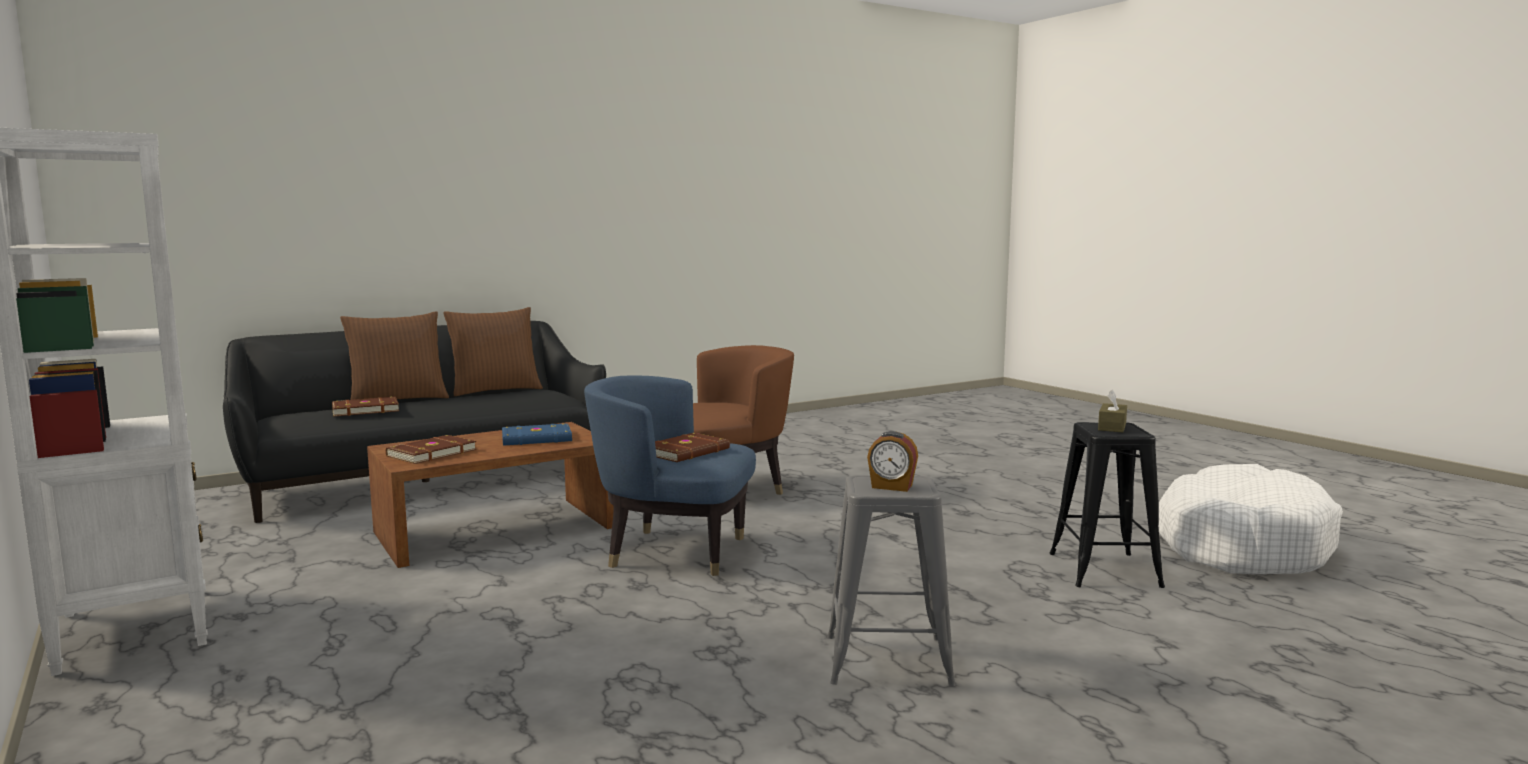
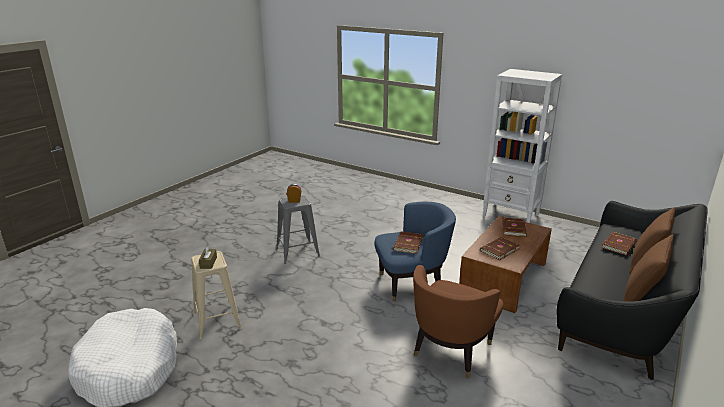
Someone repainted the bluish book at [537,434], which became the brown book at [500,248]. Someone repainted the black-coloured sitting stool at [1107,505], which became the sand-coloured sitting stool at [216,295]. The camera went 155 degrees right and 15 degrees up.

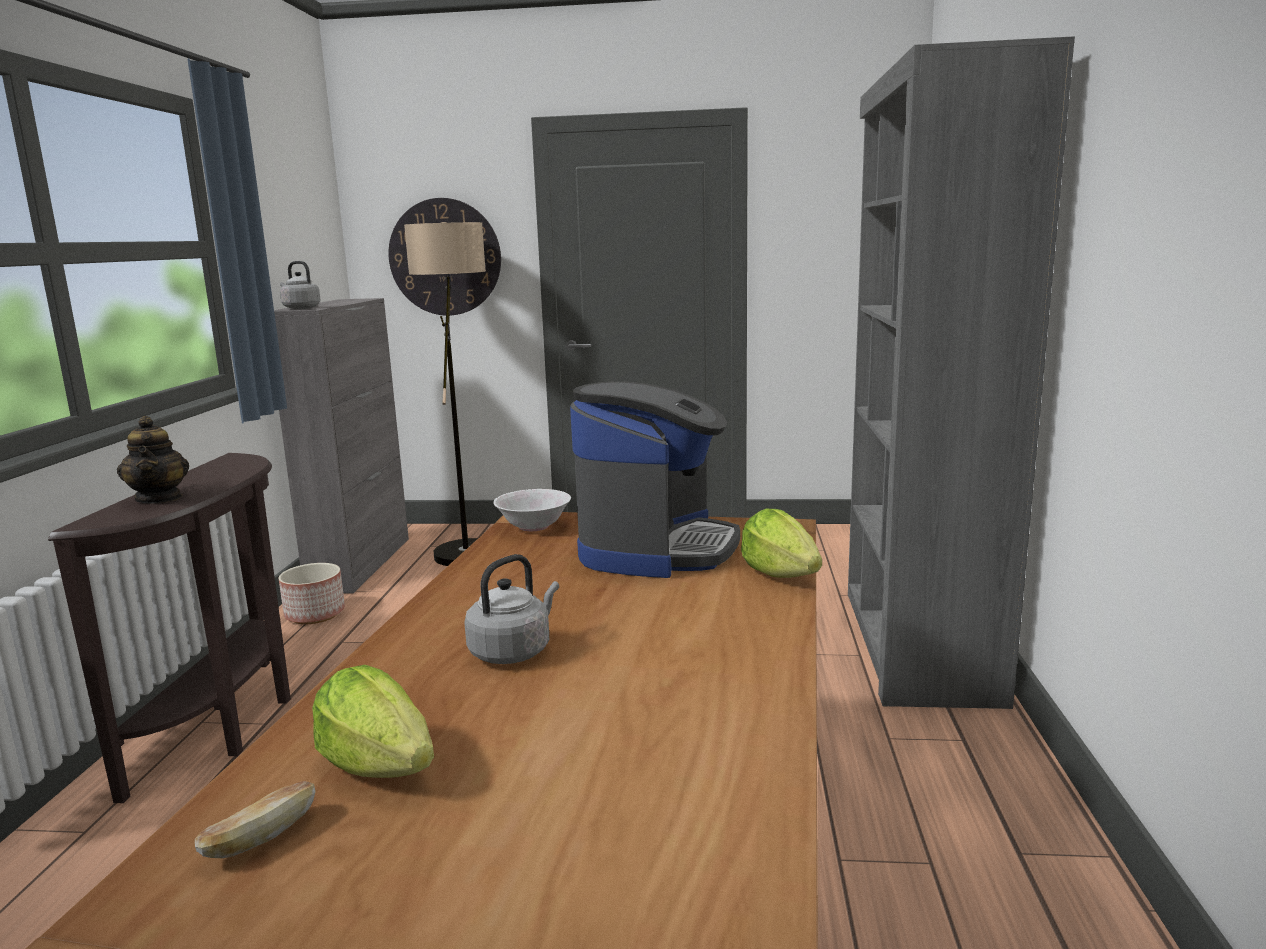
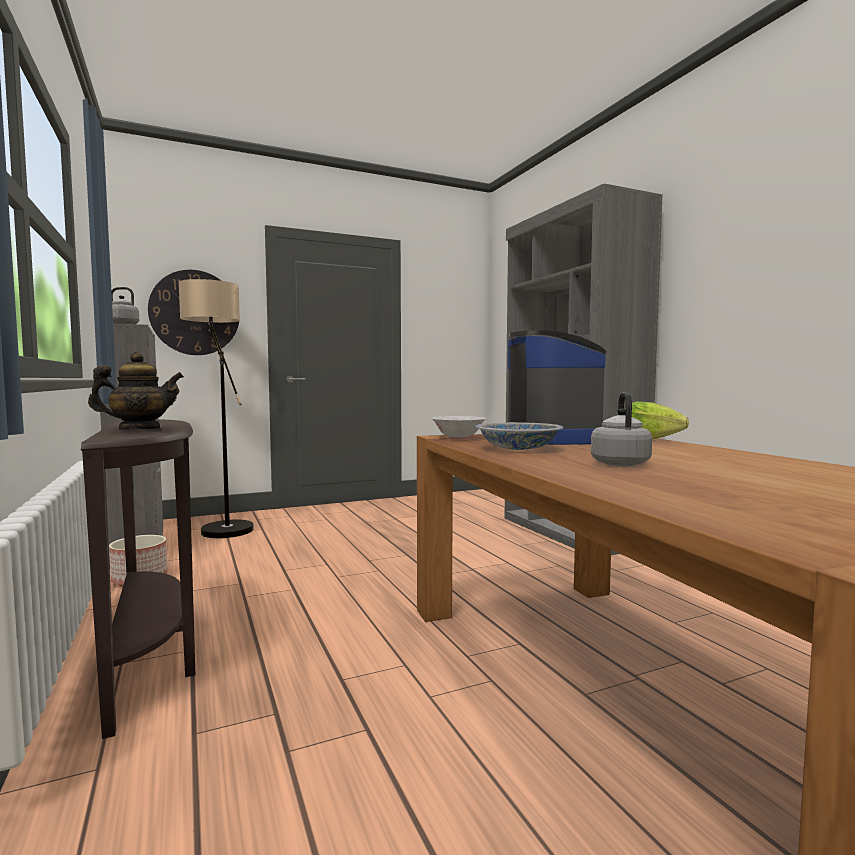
Someone took away the baked bread at [255,819]. Someone took away the lettuce head at [373,721]. Someone put down the bowl at [519,436]. Someone rotated the teapot at [153,460] by 60 degrees counterclockwise. The camera went 30 degrees left and 10 degrees down.

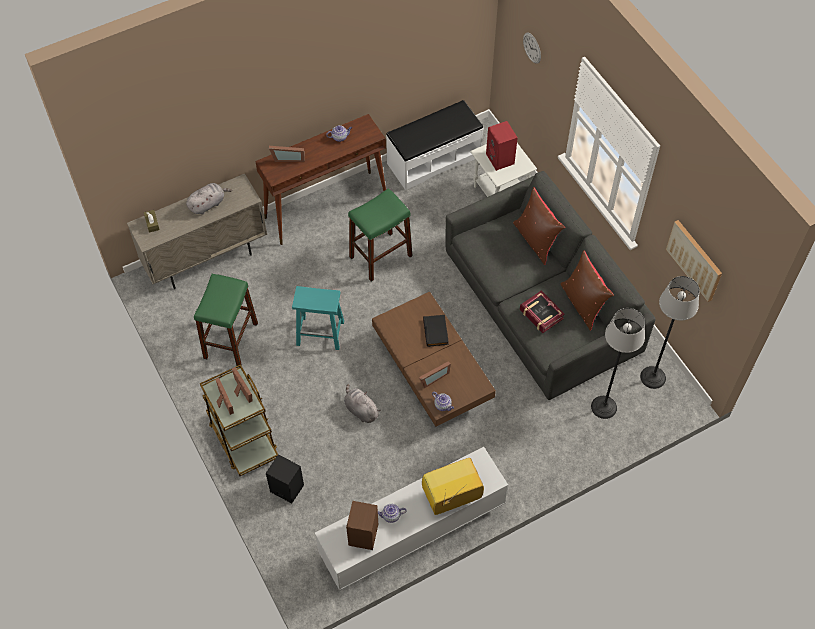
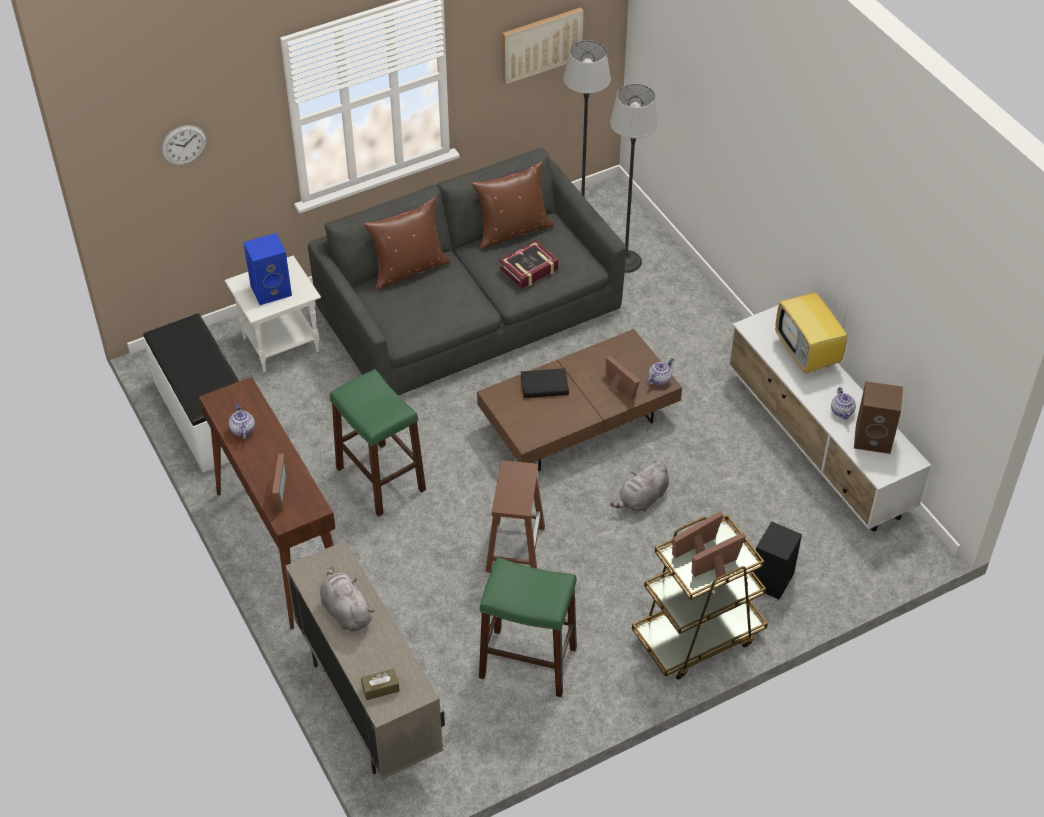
Someone repainted the turquoise-coloured sitting stool at [318,318], which became the brown sitting stool at [515,516]. Someone repainted the red loudspeaker at [502,146], which became the bluish loudspeaker at [267,269]. The camera went 90 degrees left and 10 degrees down.

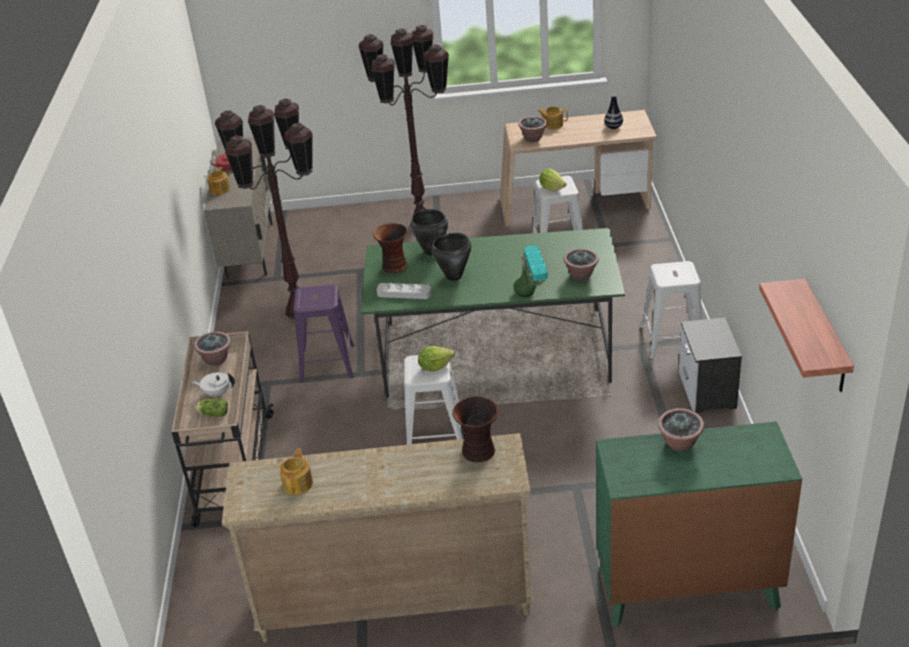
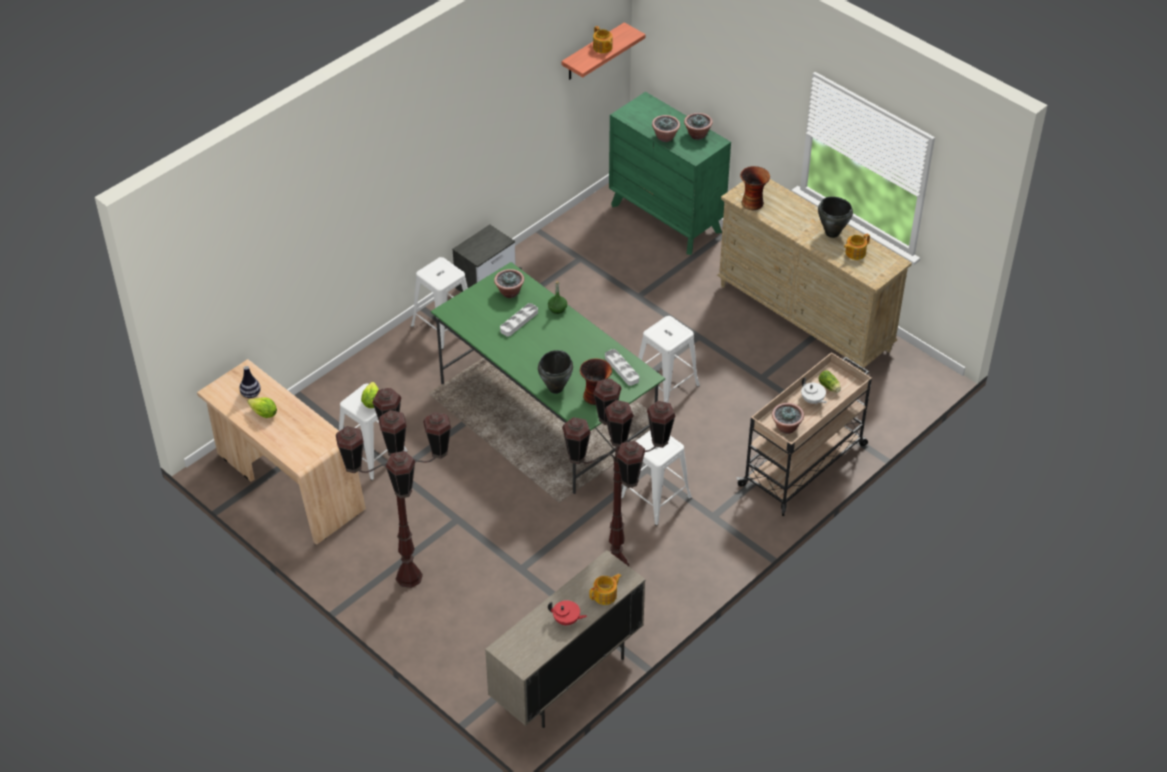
Someone carried the lettuce head from [436,358] to [262,407]. Someone carried the black-coloured saucepot from [451,257] to [835,217]. Someone carried the plant in a pot from [532,129] to [698,126]. Someone carried the teapot from [552,117] to [603,39]. Someone repainted the purple-coloured sitting stool at [324,333], which became the white-coloured sitting stool at [656,478]. Someone repainted the turquoise-coloured carrying tray at [536,263], which became the greyish carrying tray at [519,320]. The camera went 135 degrees left and 10 degrees up.

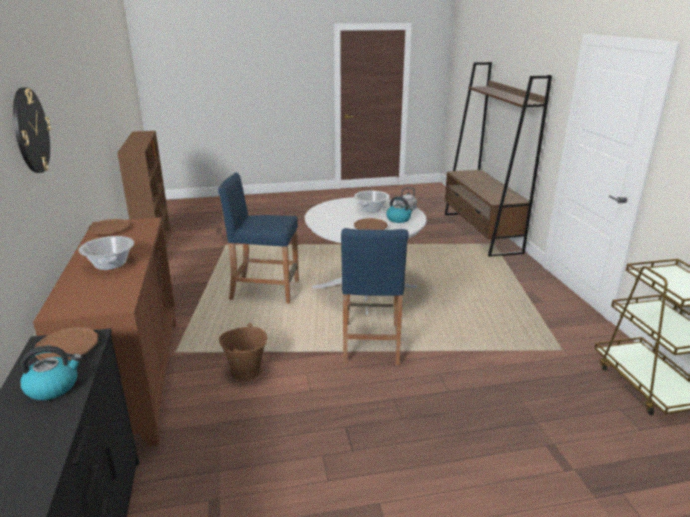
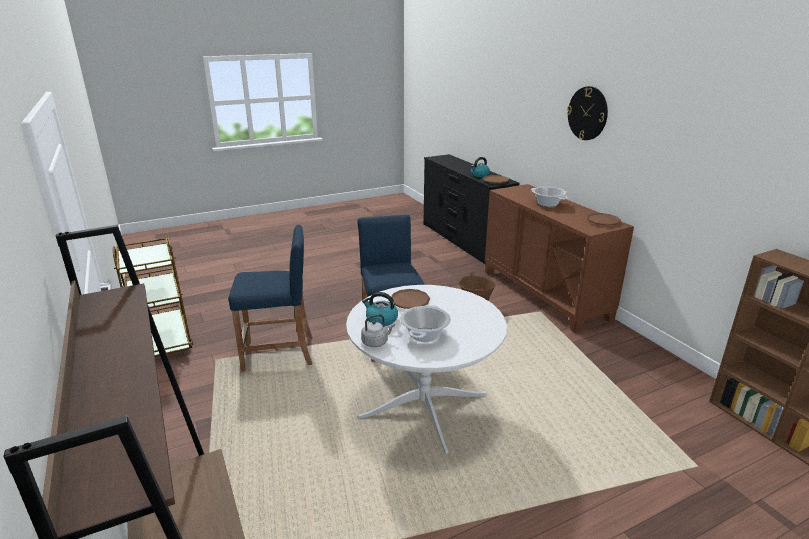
Someone carried the bluish sitting stool from [258,238] to [270,298]. The camera went 165 degrees right and 0 degrees up.

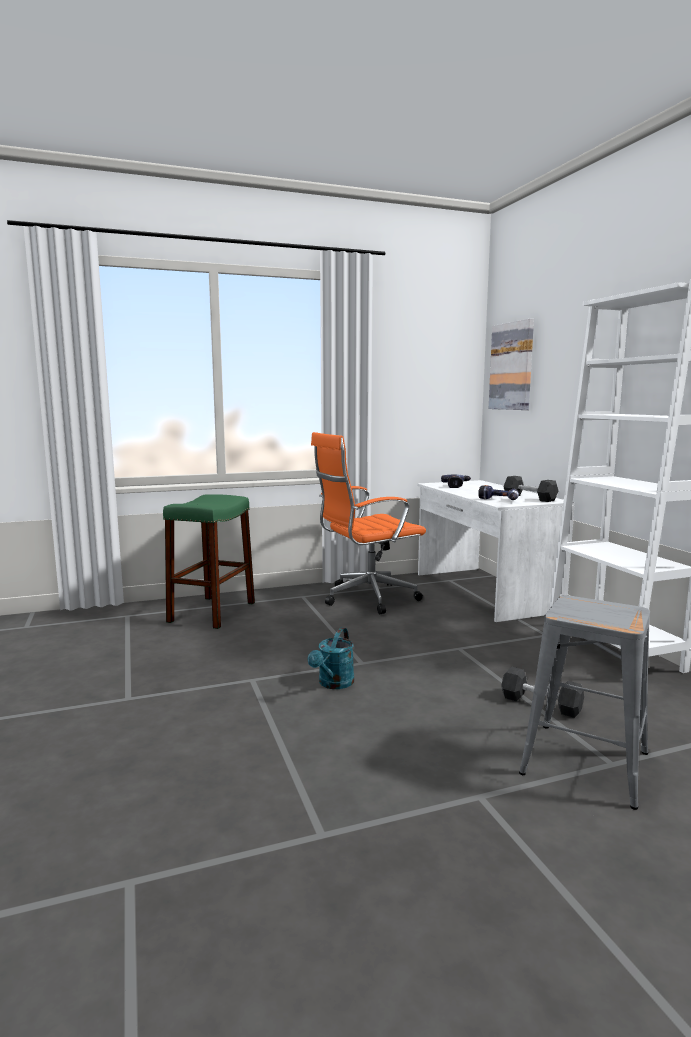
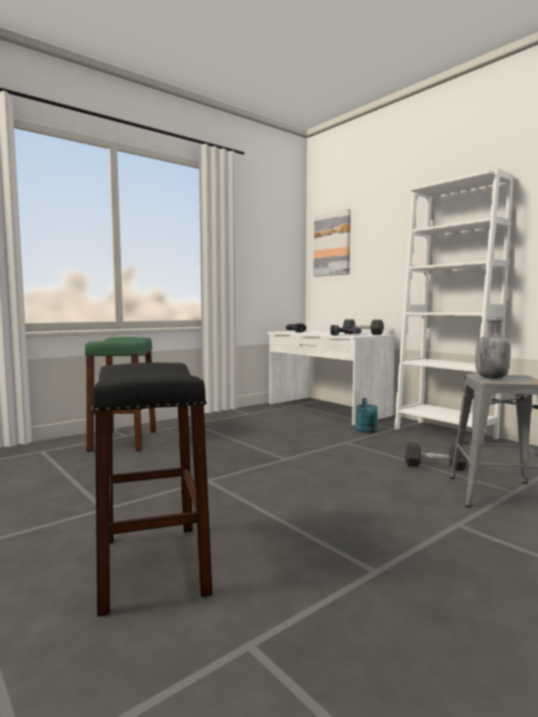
Someone took away the orangey desk chair at [368,523]. Someone put down the black-coloured sitting stool at [151,489]. Someone put down the greyish beverage bottle at [493,349]. Someone carried the turquoise-coloured watering can from [331,658] to [366,415]. The camera went 20 degrees left and 5 degrees down.

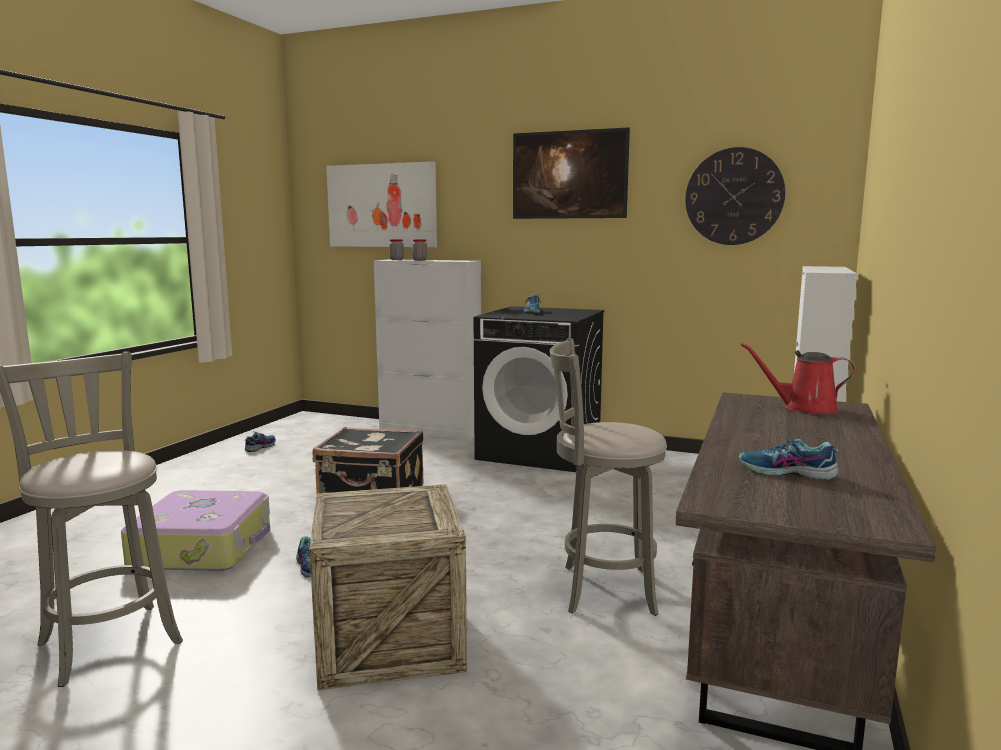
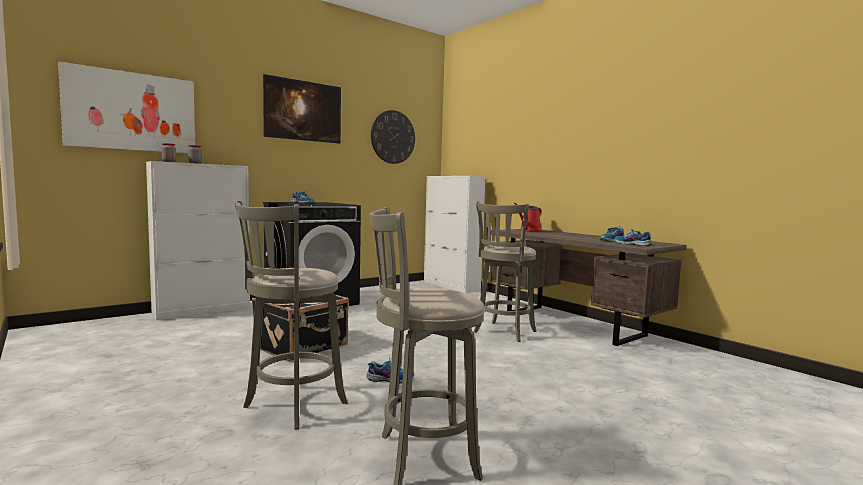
Someone took away the shipping crate at [388,587]. Someone carried the low shoe from [260,441] to [633,237]. Someone swapped the travel case at [195,530] for the greyish sitting stool at [291,315]. The camera went 60 degrees left and 5 degrees down.

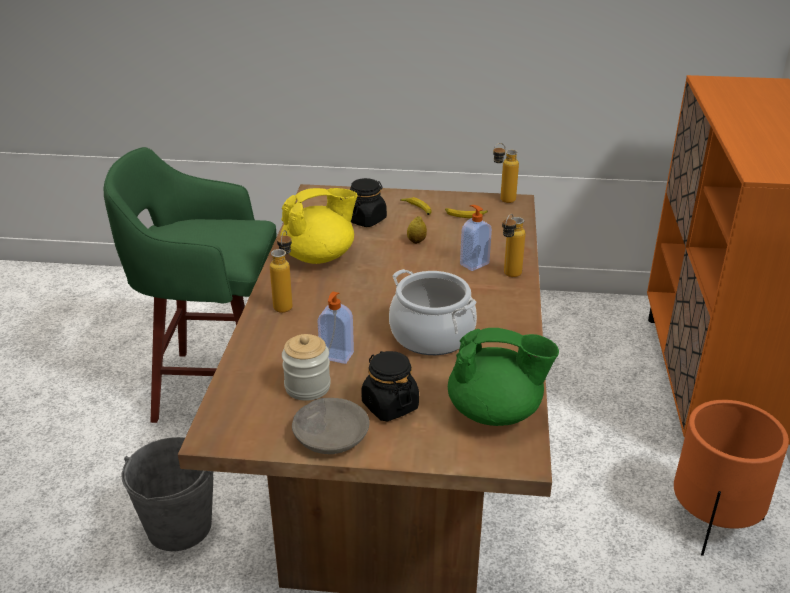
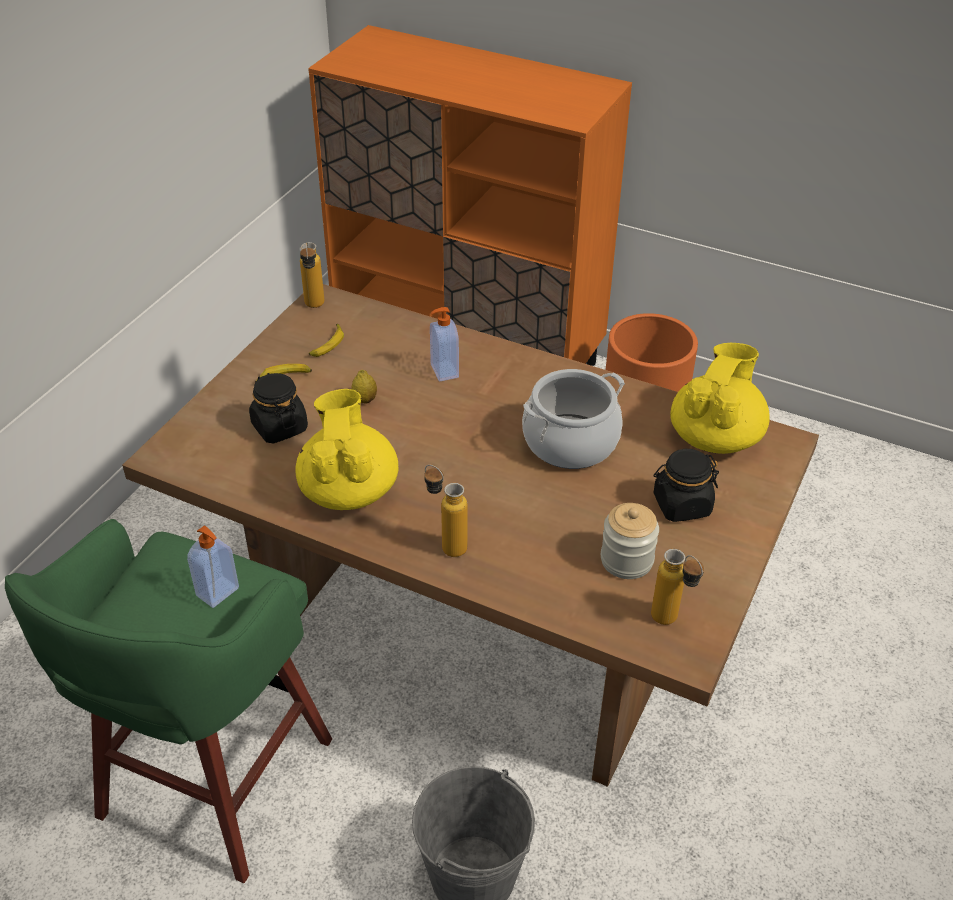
Someone took away the greyish bowl at [330,426]. Someone carried the soap dispenser from [335,327] to [213,567]. Someone carried the beverage bottle from [513,245] to [677,587]. Someone repainted the green teapot at [503,377], which became the yellow-coloured teapot at [720,398]. The camera went 70 degrees left and 10 degrees up.

